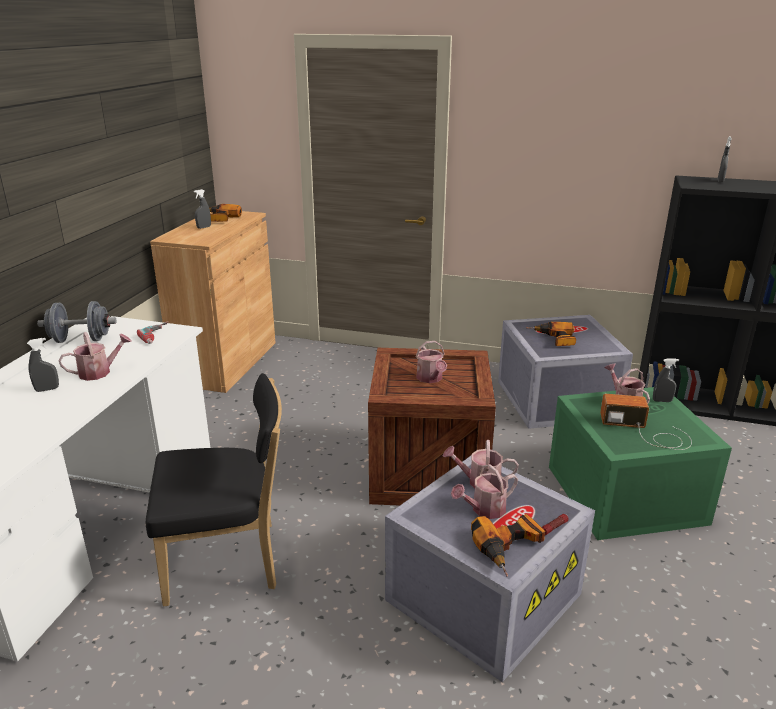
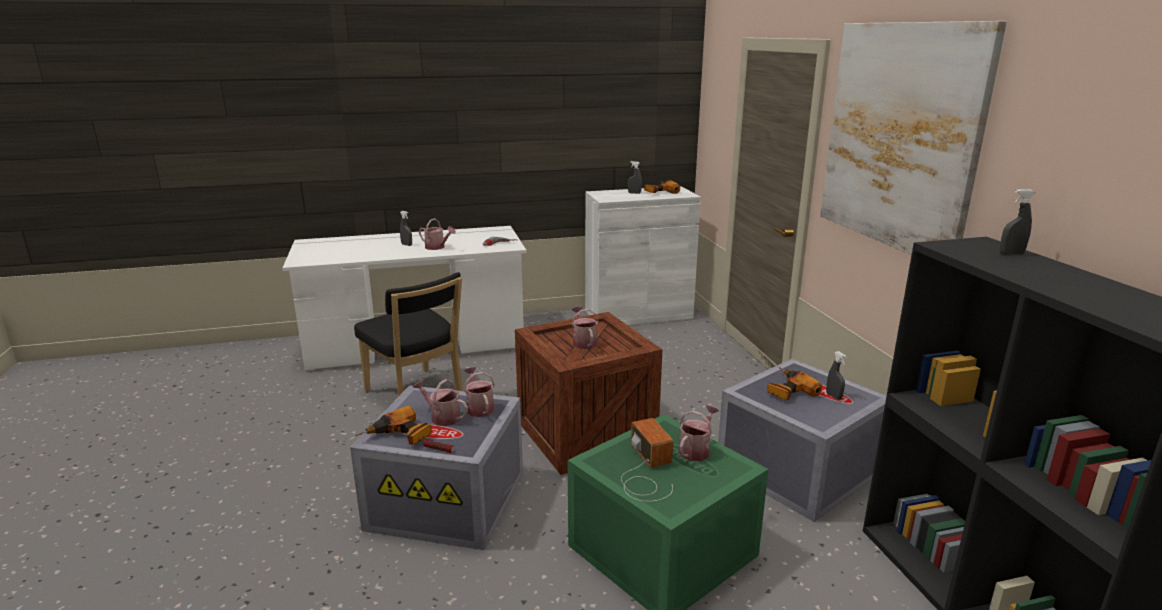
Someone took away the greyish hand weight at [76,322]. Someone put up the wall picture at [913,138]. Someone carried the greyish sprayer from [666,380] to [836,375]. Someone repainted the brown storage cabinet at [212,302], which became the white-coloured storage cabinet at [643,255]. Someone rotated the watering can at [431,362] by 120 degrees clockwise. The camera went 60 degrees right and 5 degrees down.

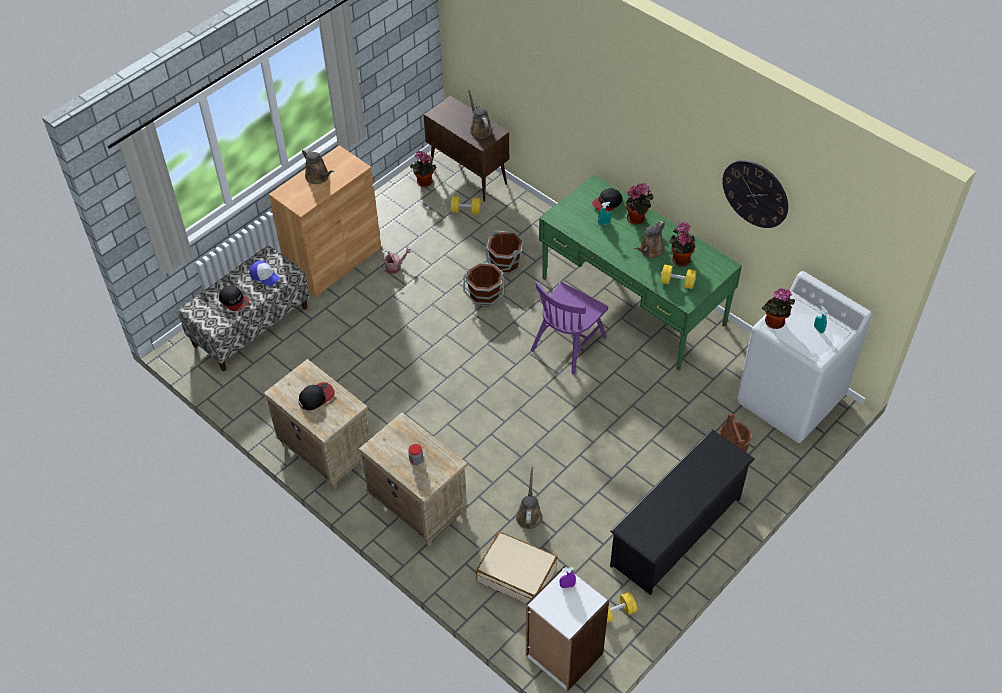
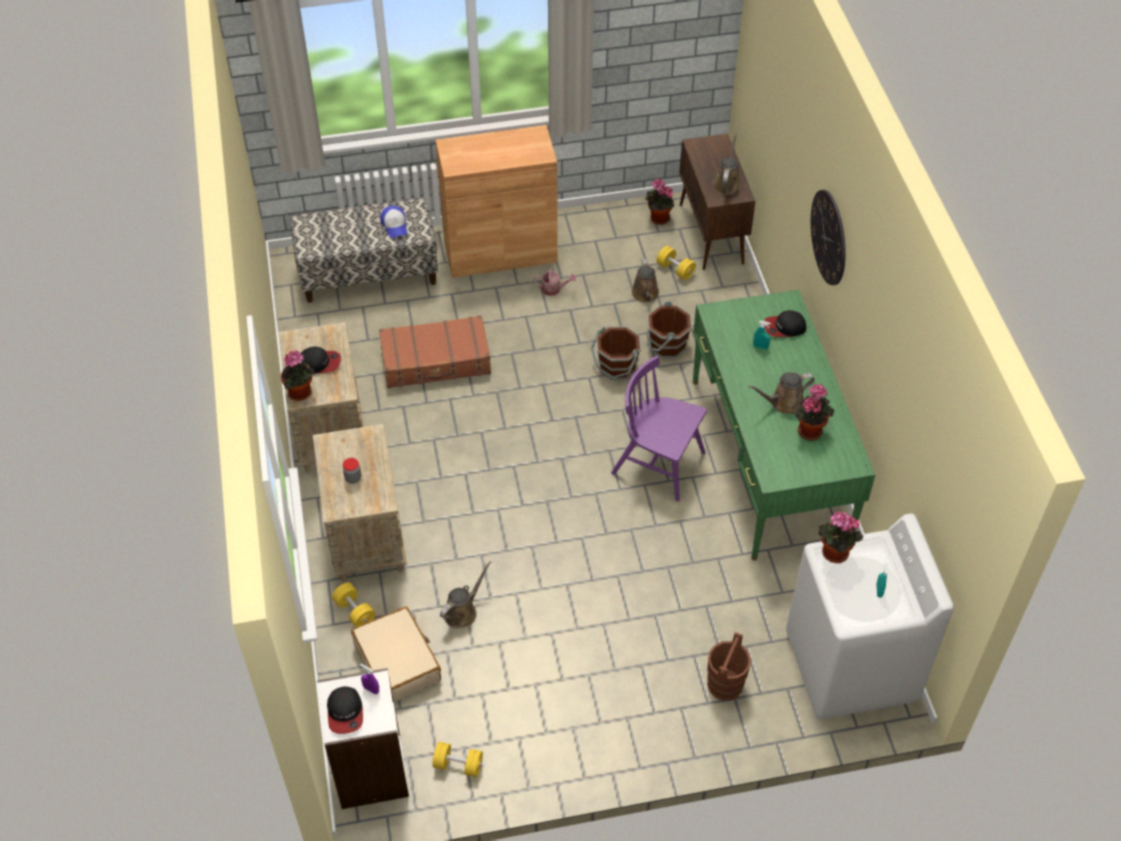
Someone took away the black-coloured shoe shelf at [682,512]. Someone put down the brown travel case at [435,351]. Someone carried the peaked cap from [234,298] to [345,710]. Someone carried the brown watering can from [318,166] to [645,280]. Someone carried the plant in a pot from [640,203] to [298,375]. Someone carried the yellow-coloured hand weight from [678,276] to [353,605]. Someone carried the wall clock from [755,194] to [828,237]. Someone rotated the purple-coloured plain chair at [569,328] by 45 degrees clockwise. The camera went 35 degrees right and 0 degrees up.

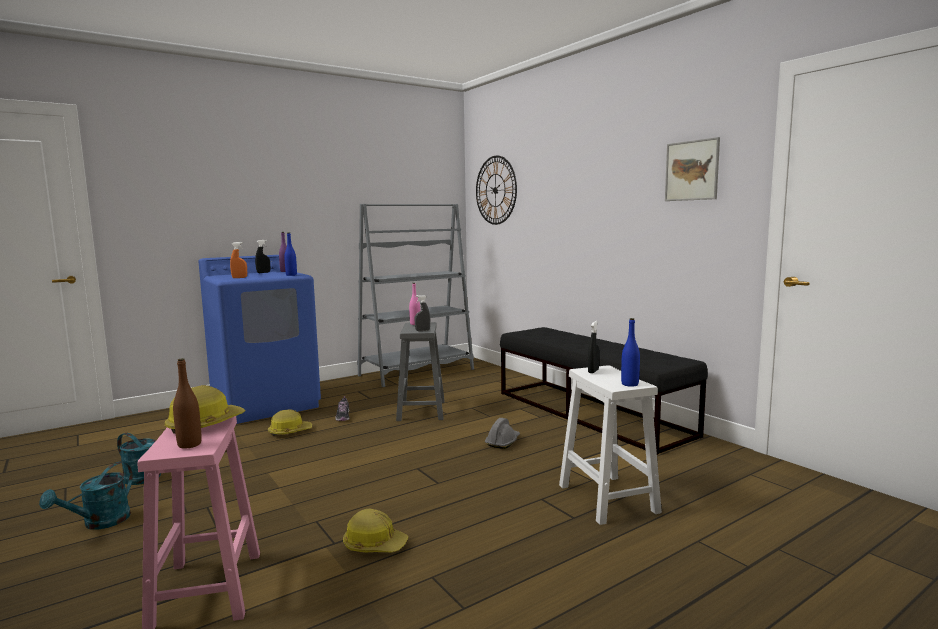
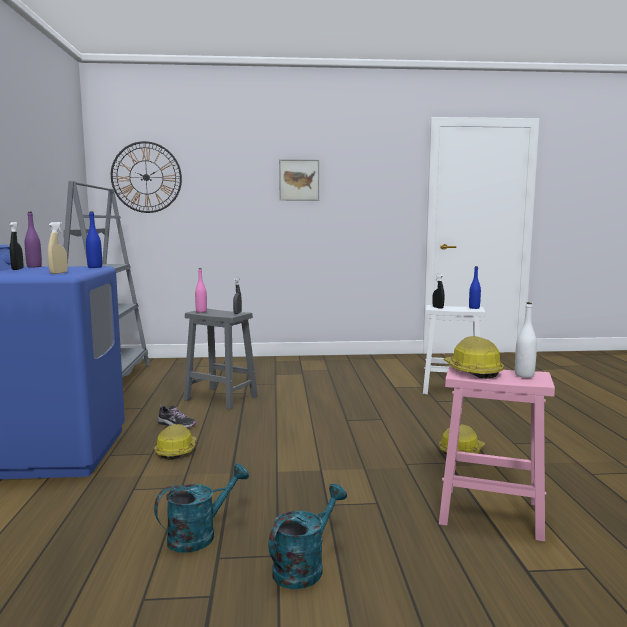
Someone took away the greyish hard hat at [502,433]. Someone took away the black-coloured long seat at [604,391]. Someone carried the wall picture from [692,169] to [299,180]. Someone repainted the brown beverage bottle at [187,403], which became the white-coloured beverage bottle at [526,340]. Someone repainted the orangey sprayer at [238,260], which became the sand-coloured sprayer at [58,248]. Someone rotated the turquoise-coloured watering can at [86,496] by 105 degrees counterclockwise. The camera went 60 degrees left and 0 degrees up.

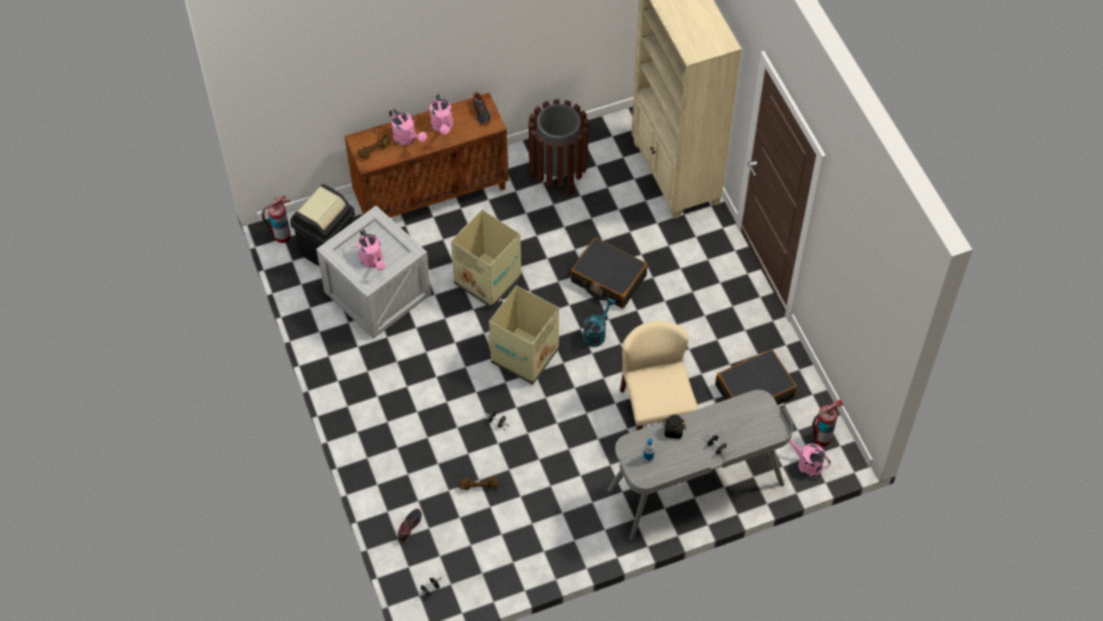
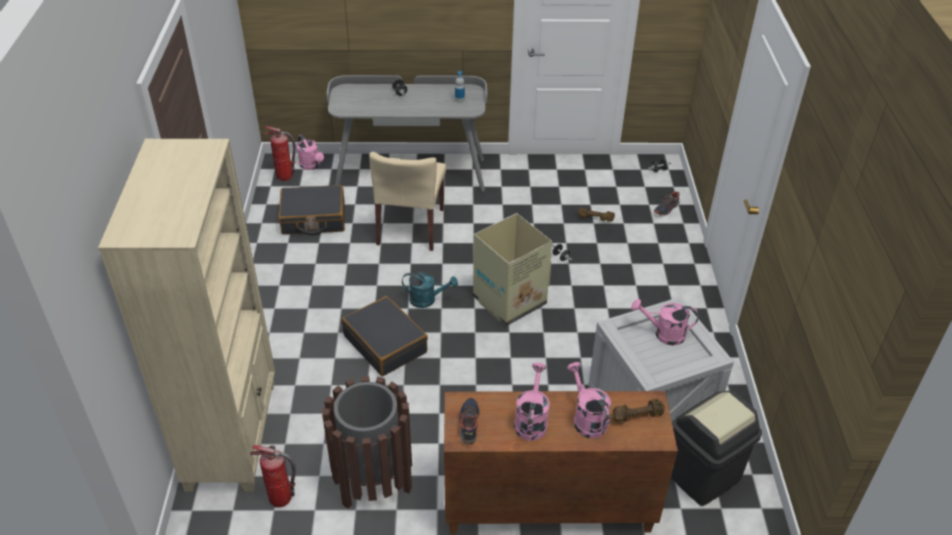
Someone took away the carton at [486,258]. Someone took away the black-coloured jar at [674,427]. Someone carried the fire extinguisher from [276,219] to [273,476]. Someone rotated the pink watering can at [372,250] by 75 degrees counterclockwise. Someone rotated the turquoise-coloured watering can at [599,322] by 135 degrees counterclockwise. The camera went 160 degrees left and 15 degrees down.

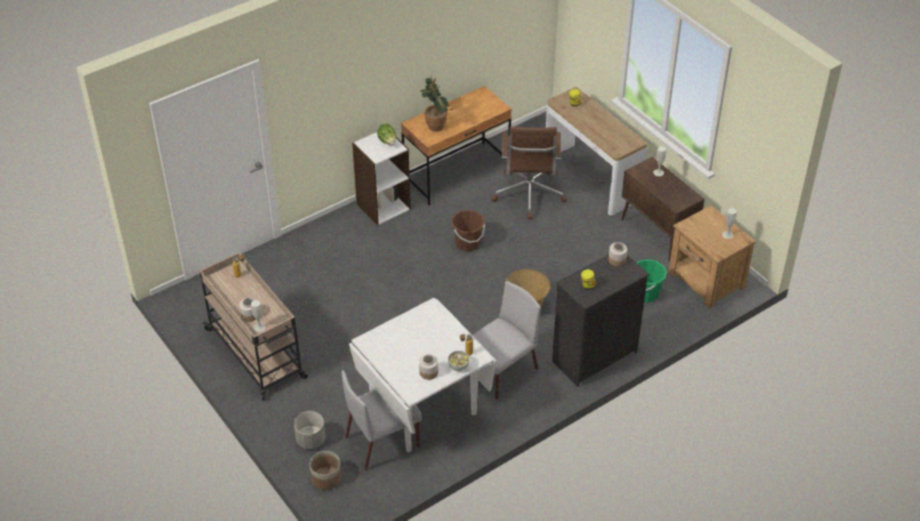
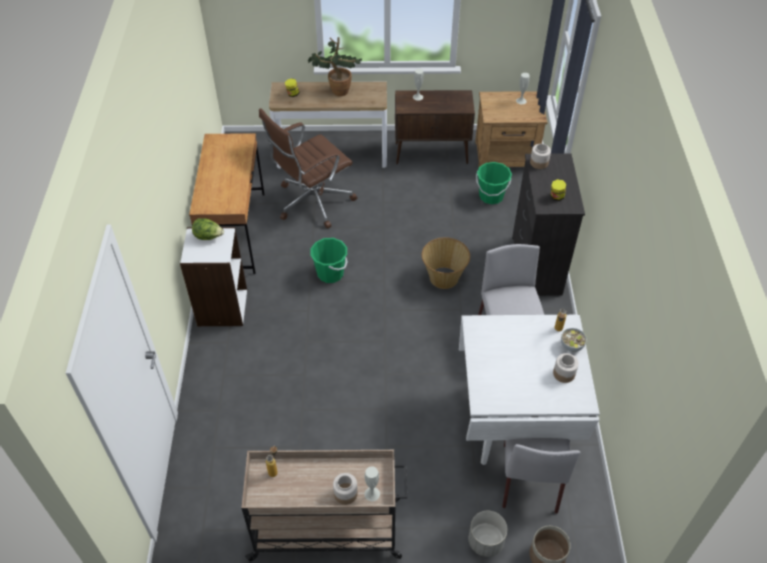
Someone carried the plant in a pot from [436,103] to [334,66]. Someone repainted the brown pail at [468,230], which became the green pail at [329,260]. Someone rotated the brown desk chair at [529,173] by 105 degrees clockwise. The camera went 55 degrees left and 5 degrees up.

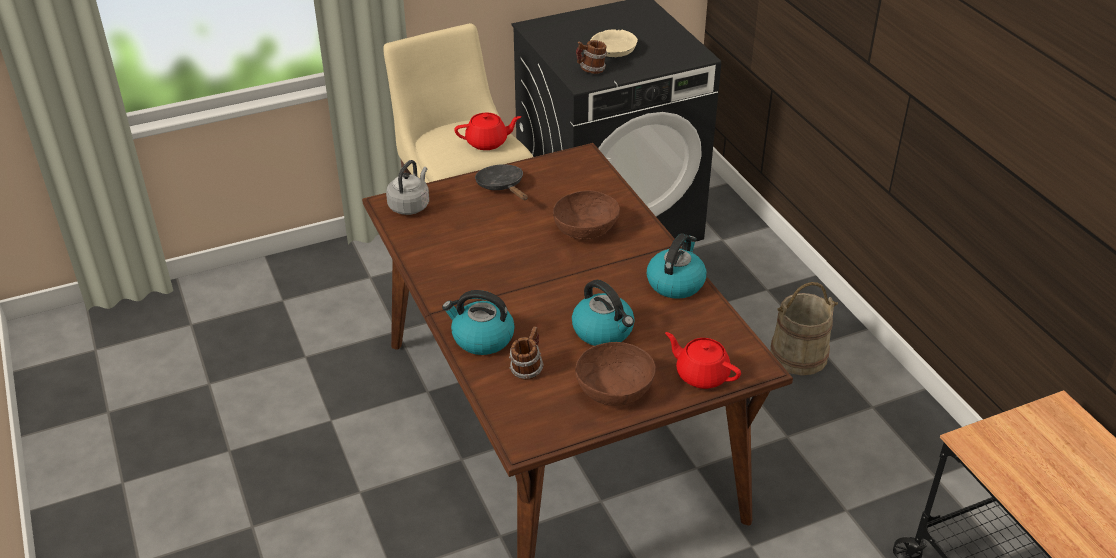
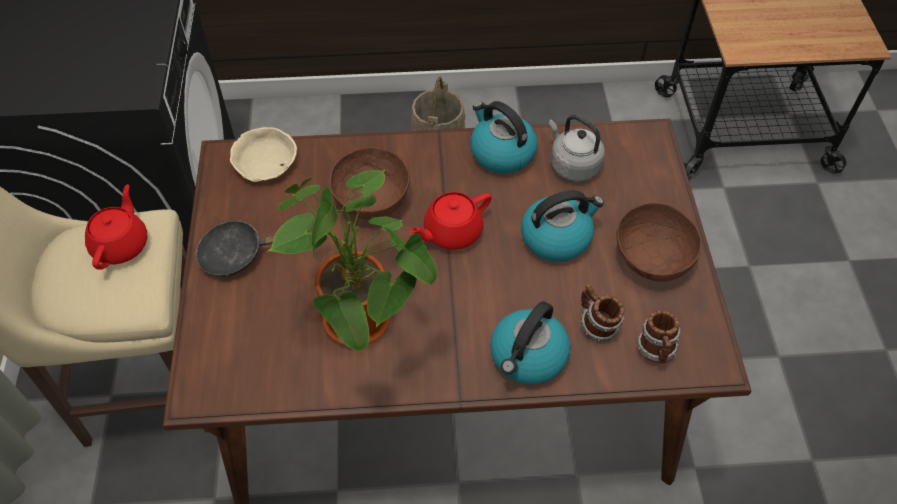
Someone put down the plant in a pot at [352,261]. Someone carried the greyish water kettle from [407,187] to [576,148]. Someone carried the mug from [591,57] to [659,337]. Someone carried the sand-coloured bowl from [614,43] to [263,154]. Someone carried the red teapot from [703,360] to [450,221]. The camera went 70 degrees left and 15 degrees up.

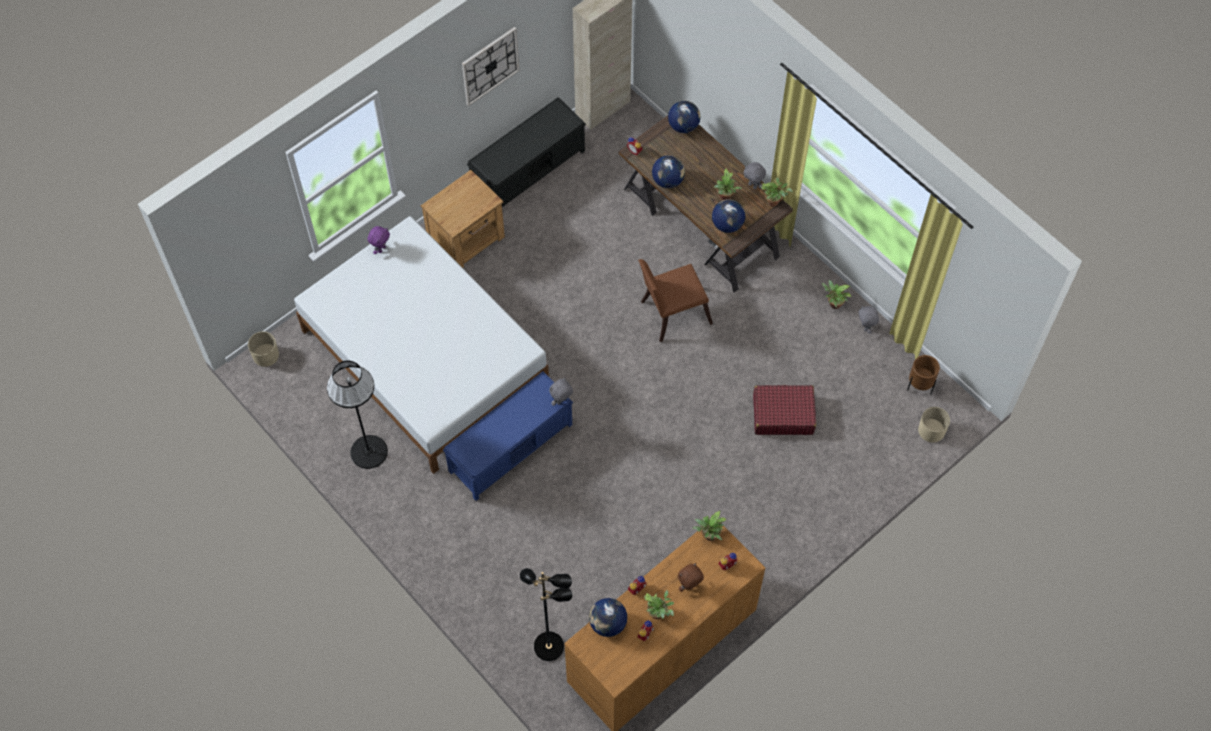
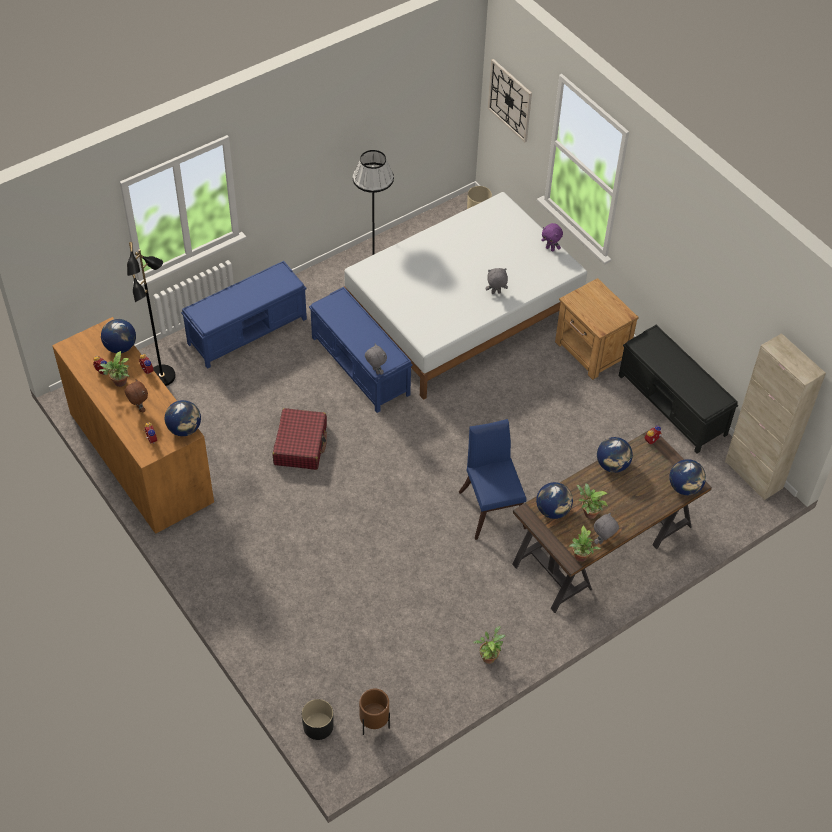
Someone put down the bluish long seat at [244,315]. Someone carried the wall clock from [490,66] to [510,100]. Someone carried the red travel case from [784,410] to [300,439]. Someone carried the greyish cuddly toy from [868,320] to [496,281]. Someone swapped the plant in a pot at [709,526] for the desk globe at [183,418]. Someone repainted the brown plain chair at [675,300], which became the bluish plain chair at [493,479]. Someone repainted the sand-coloured planter at [934,425], which became the black-coloured planter at [318,719]. The camera went 95 degrees right and 10 degrees down.

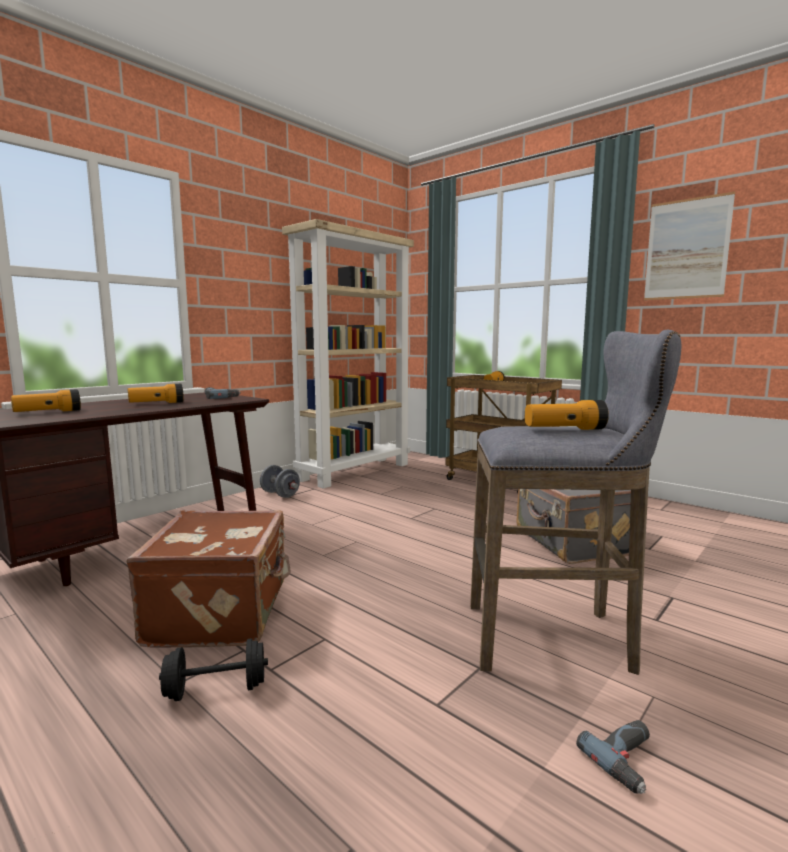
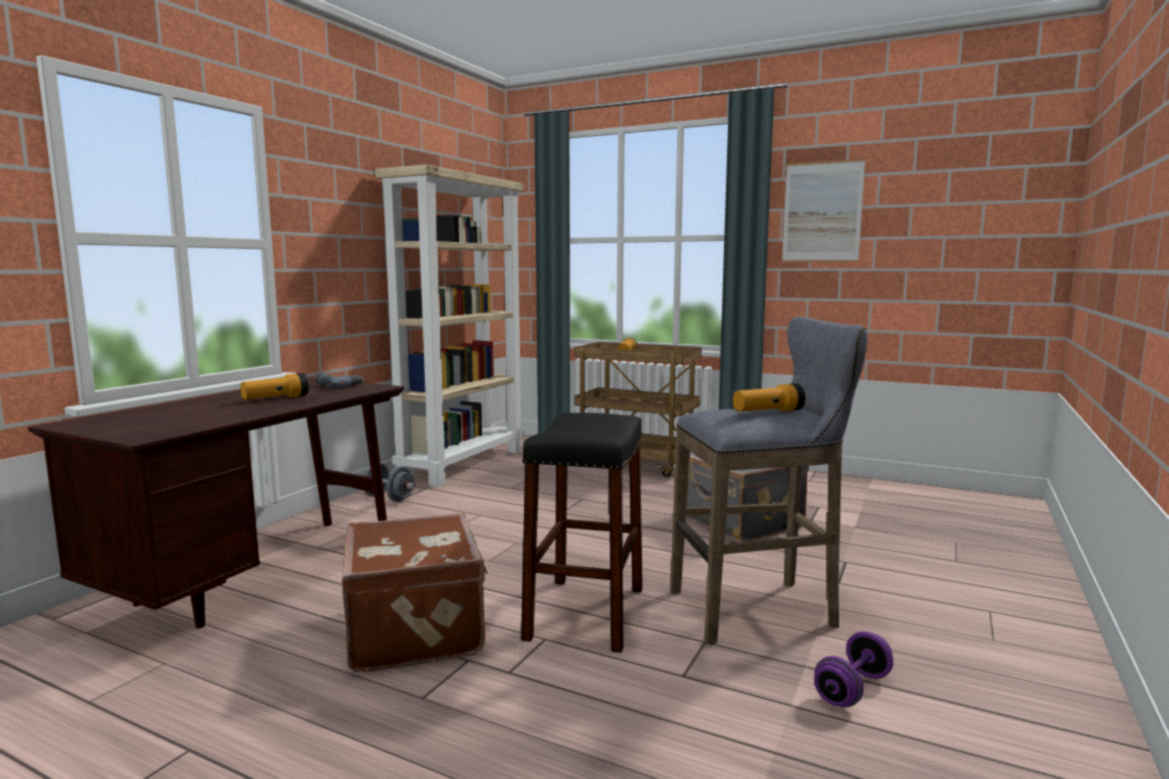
Someone took away the flashlight at [46,400]. Someone took away the black-coloured hand weight at [213,669]. Someone put down the black-coloured sitting stool at [582,532]. Someone swapped the drill at [613,757] for the purple-coloured hand weight at [853,669]. The camera went 15 degrees left and 0 degrees up.

